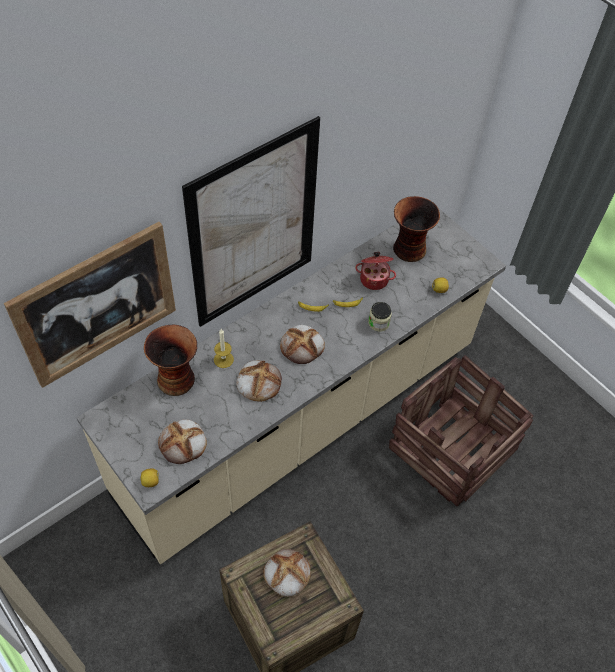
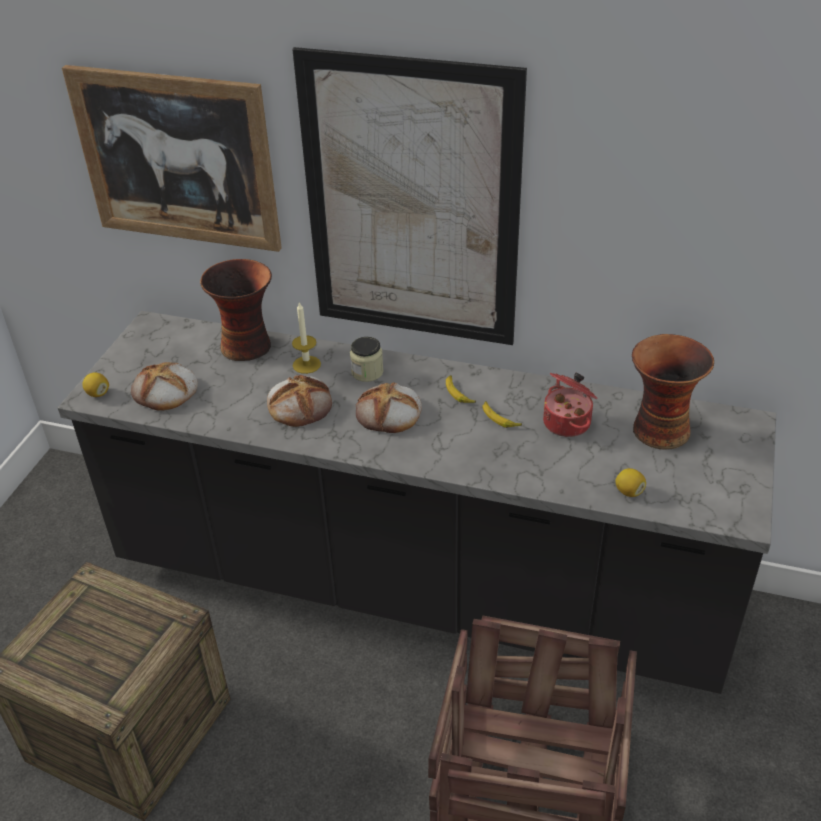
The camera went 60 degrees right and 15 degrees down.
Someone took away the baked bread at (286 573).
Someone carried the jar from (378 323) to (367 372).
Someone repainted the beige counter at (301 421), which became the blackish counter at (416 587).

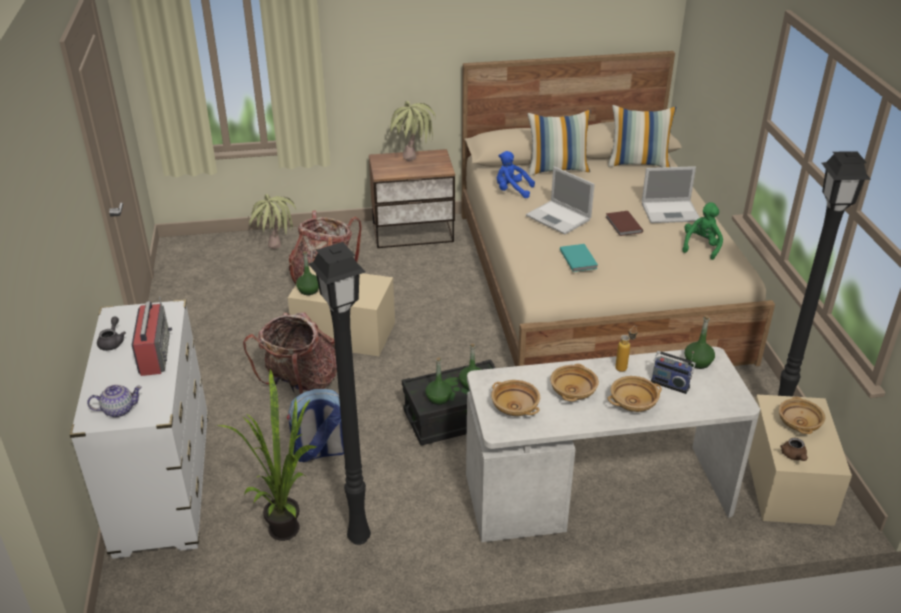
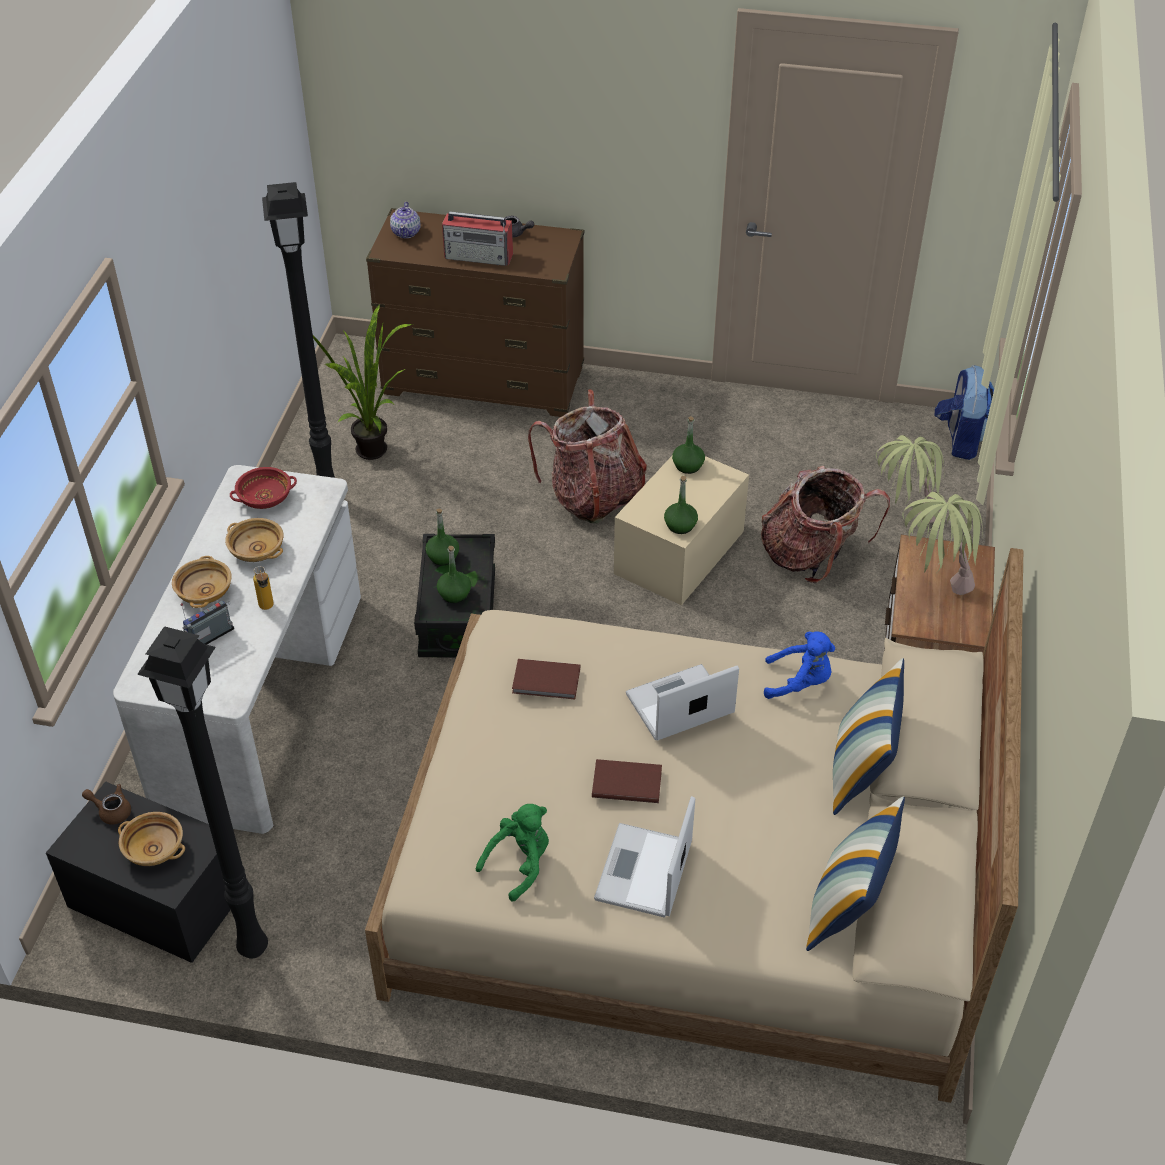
The camera went 110 degrees right and 10 degrees up.
Someone carried the backpack from (320 452) to (961 440).
Someone carried the green bottle from (698 362) to (680 525).
Someone repainted the white-coloured chest of drawers at (163 484), which became the brownish chest of drawers at (484 382).
Someone repainted the beige deep dish at (515 407), which became the red-coloured deep dish at (265 499).
Someone repainted the turquoise volume at (579 259), which became the brownish volume at (547 682).
Someone repainted the beige storage bin at (787 482), which became the blackish storage bin at (156 897).
Someone rotated the blue-coloured plush toy at (512 191) by 60 degrees clockwise.
Someone rotated the green plush toy at (701 246) by 90 degrees counterclockwise.

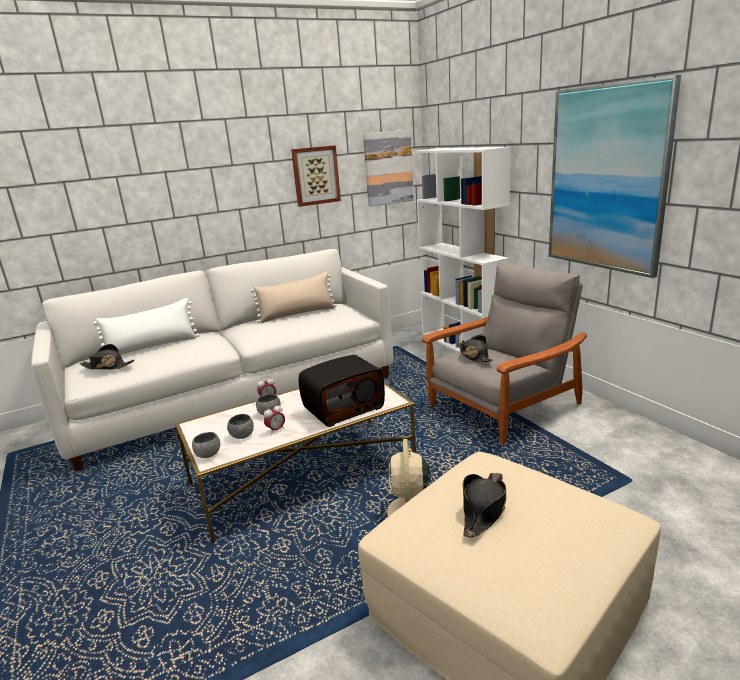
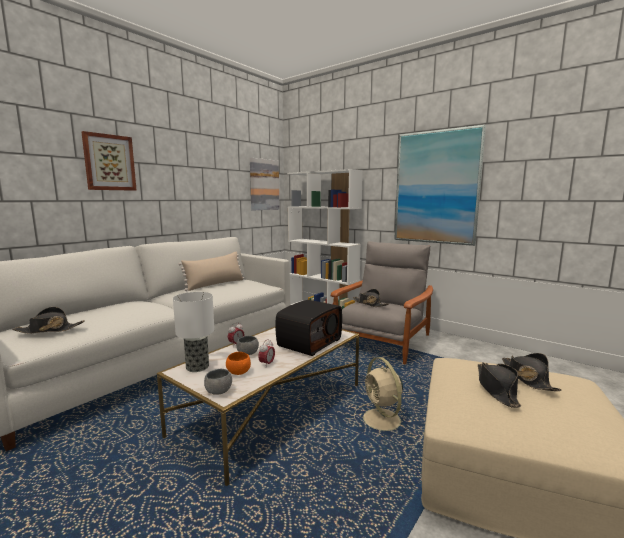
The camera went 25 degrees left and 10 degrees down.
Someone took away the white-coloured pillow at (153 347).
Someone put down the lamp for a table at (198 367).
Someone put down the blackish clothing hat at (527 378).
Someone carried the wall picture from (315 175) to (109 162).
Someone repainted the gray deep dish at (242 435), which became the orange-coloured deep dish at (238 372).

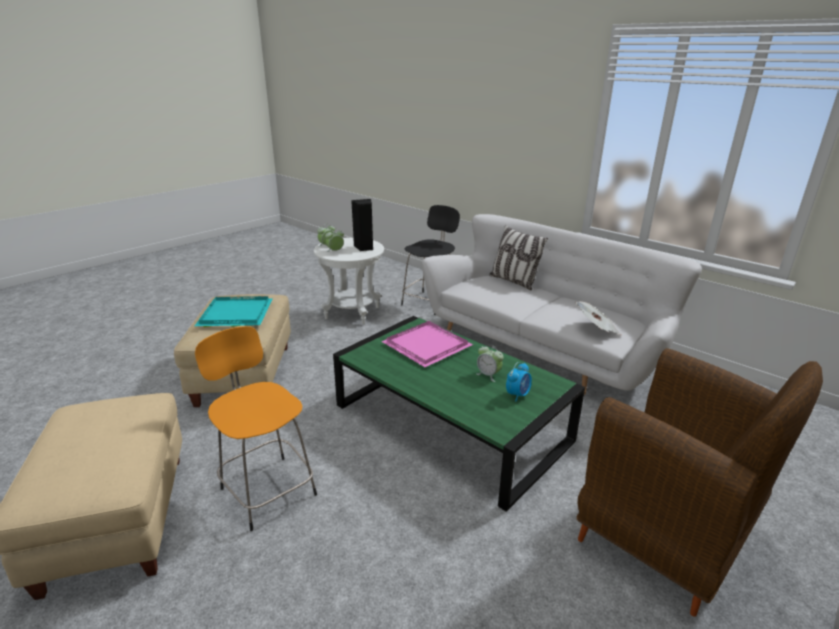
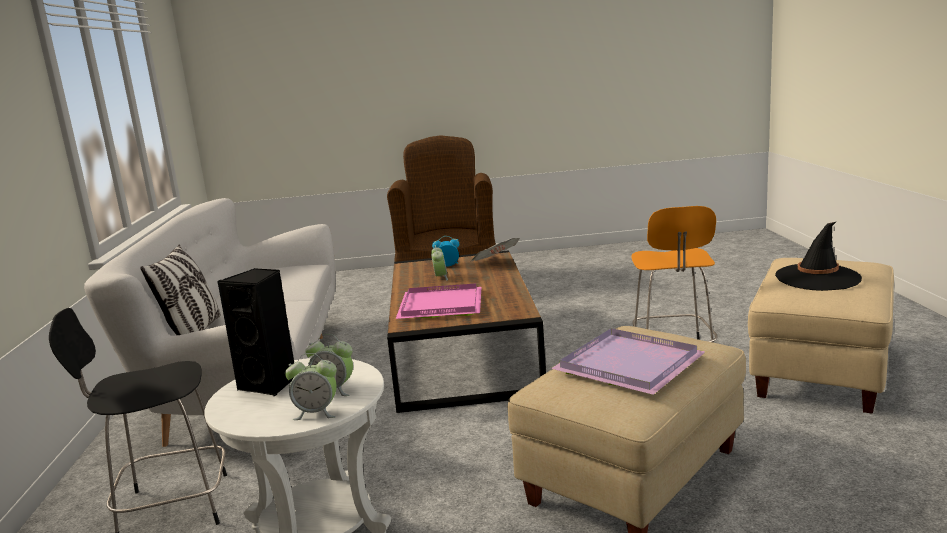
The camera went 135 degrees left and 10 degrees down.
Someone put down the blackish clothing hat at (817 278).
Someone carried the printed paper from (596 329) to (495 263).
Someone repainted the turquoise tray at (234 314), which became the purple tray at (632 364).
Someone repainted the green low table at (451 422), which became the brownish low table at (462 351).

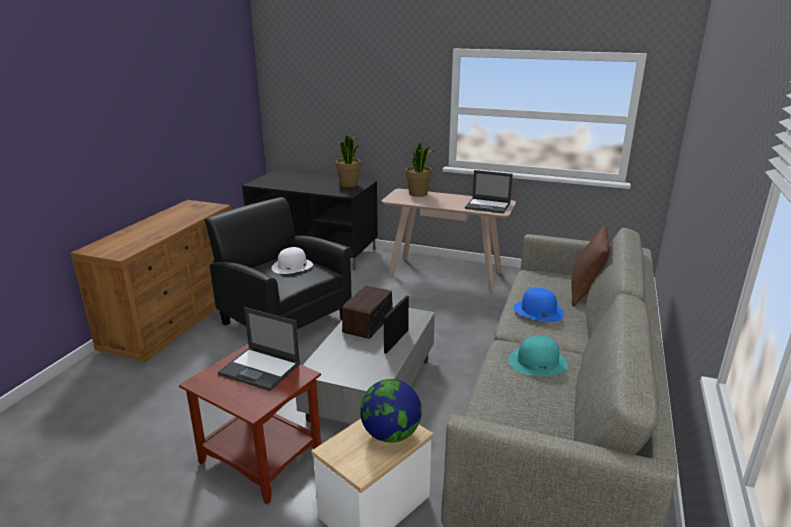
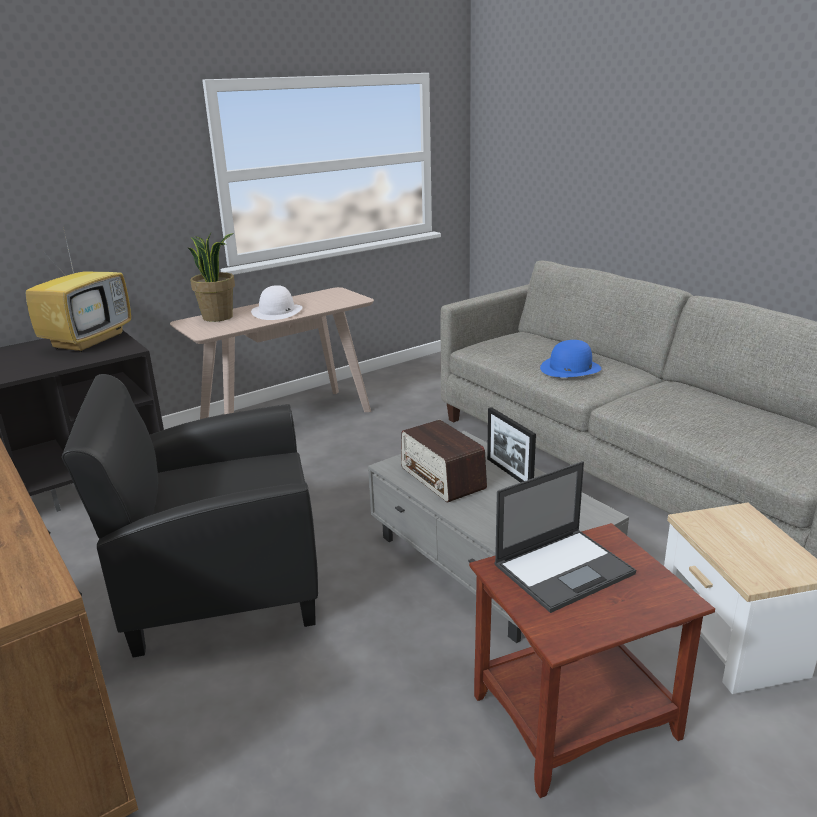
The camera went 55 degrees left and 0 degrees up.
Someone took away the desk globe at (391 434).
Someone took away the laptop at (488 206).
Someone took away the turquoise clothing hat at (537 362).
Someone took away the brownish pillow at (585 293).
Someone carried the white-coloured clothing hat from (292 266) to (277 311).
Someone swapped the houseplant at (349 184) for the TV at (89 341).

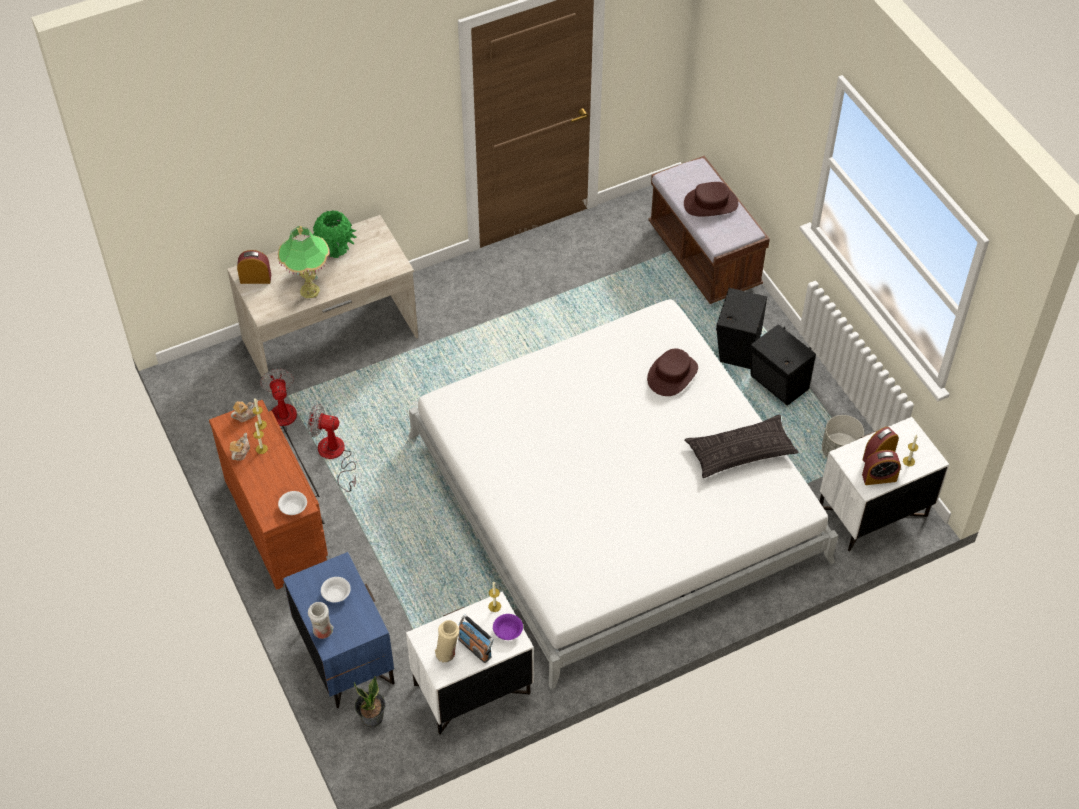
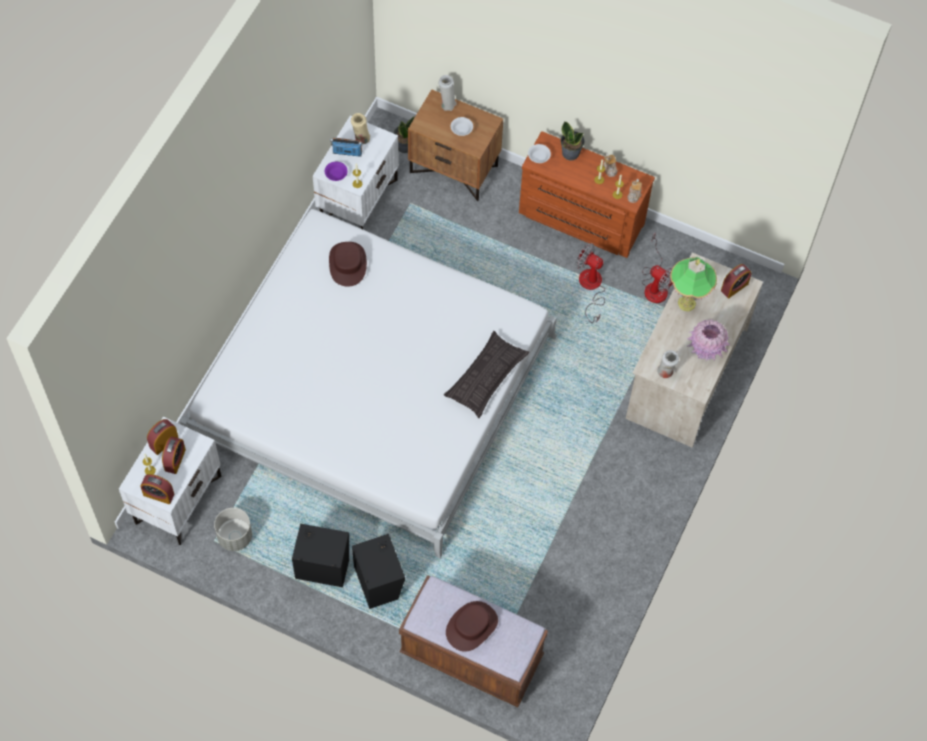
The camera went 140 degrees right and 10 degrees up.
Someone put down the alarm clock at (158 494).
Someone put down the houseplant at (570 153).
Someone put down the white-coloured vase at (665 373).
Someone carried the brownish clothing hat from (672 374) to (348 264).
Someone carried the pillow from (740 451) to (486 377).
Someone repainted the blue-coloured bedside table at (345 656), which became the brownish bedside table at (454 168).
Someone repainted the green vase at (335 249), which became the pink-coloured vase at (705 349).
Someone rotated the electric fan at (335 456) by 120 degrees counterclockwise.

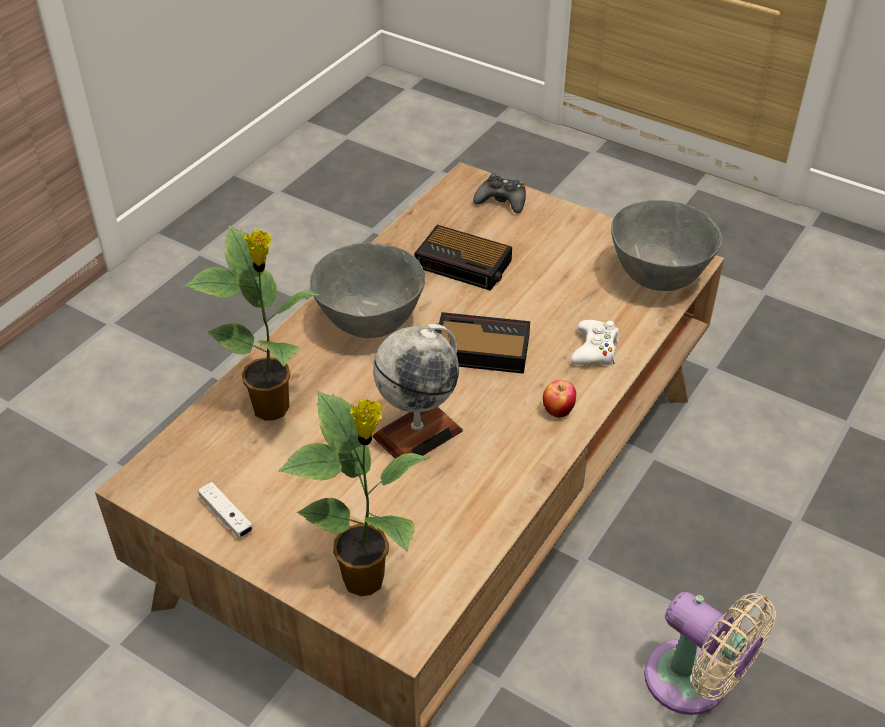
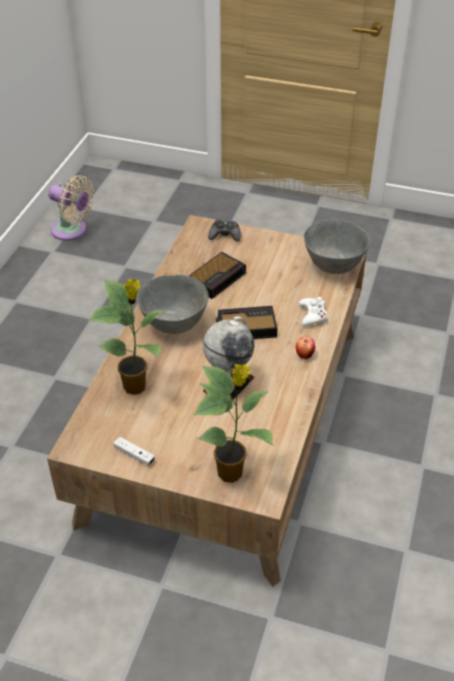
The camera went 15 degrees left and 0 degrees up.
Someone carried the beige electric fan from (694 684) to (72 231).
Someone rotated the alarm clock at (465 264) by 60 degrees counterclockwise.

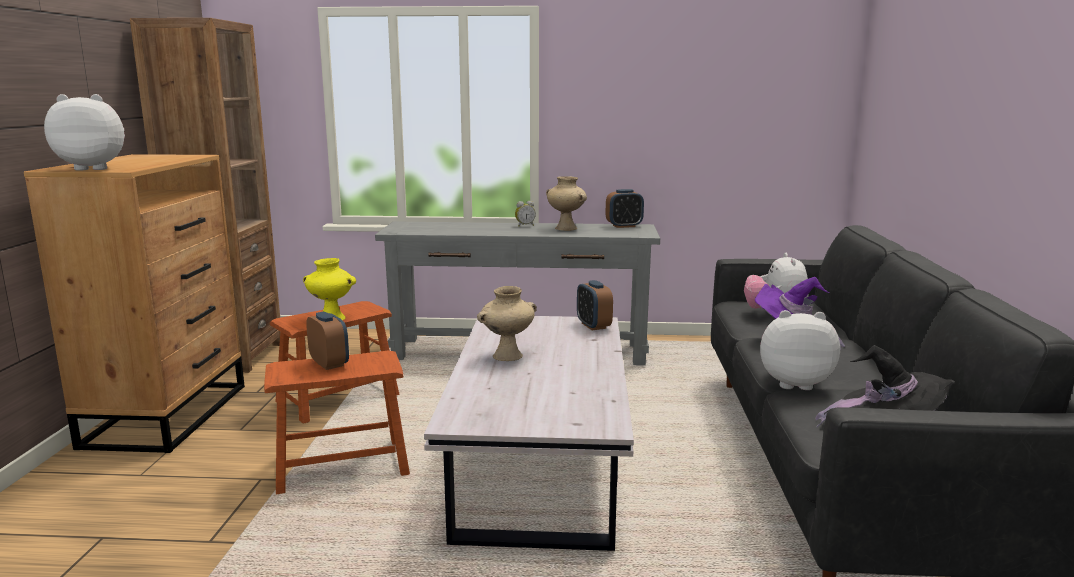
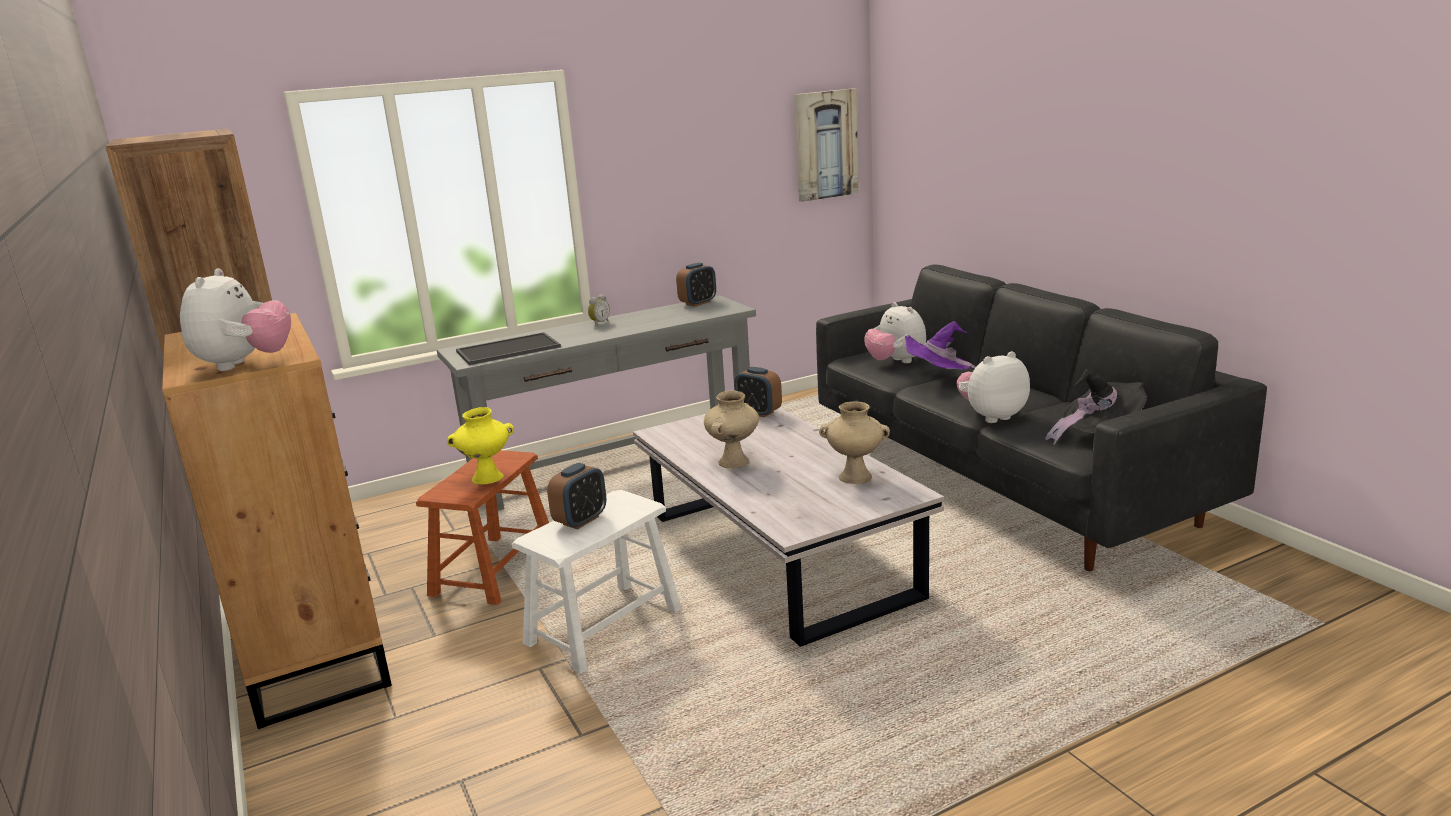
The camera went 30 degrees left and 5 degrees up.
Someone put down the tray at (507 350).
Someone put up the wall picture at (825 145).
Someone carried the beige vase from (566 228) to (856 476).
Someone repainted the brownish stool seat at (341 466), which became the white-coloured stool seat at (603 626).
Someone rotated the plush toy at (94 168) by 135 degrees clockwise.
Someone rotated the alarm clock at (329 364) by 105 degrees clockwise.

